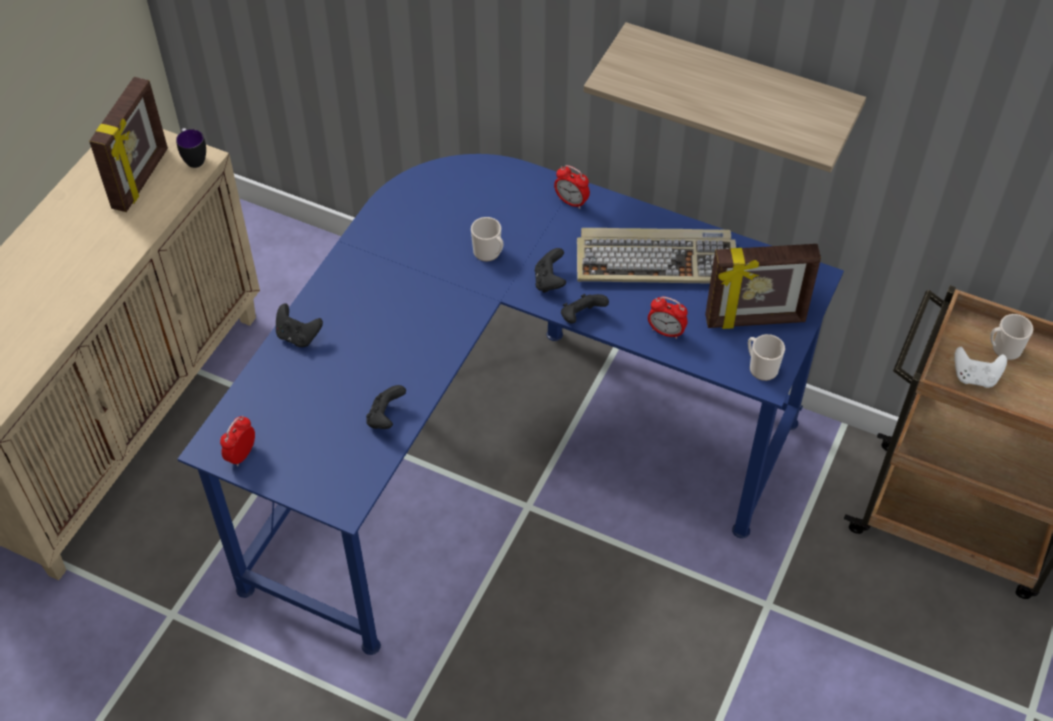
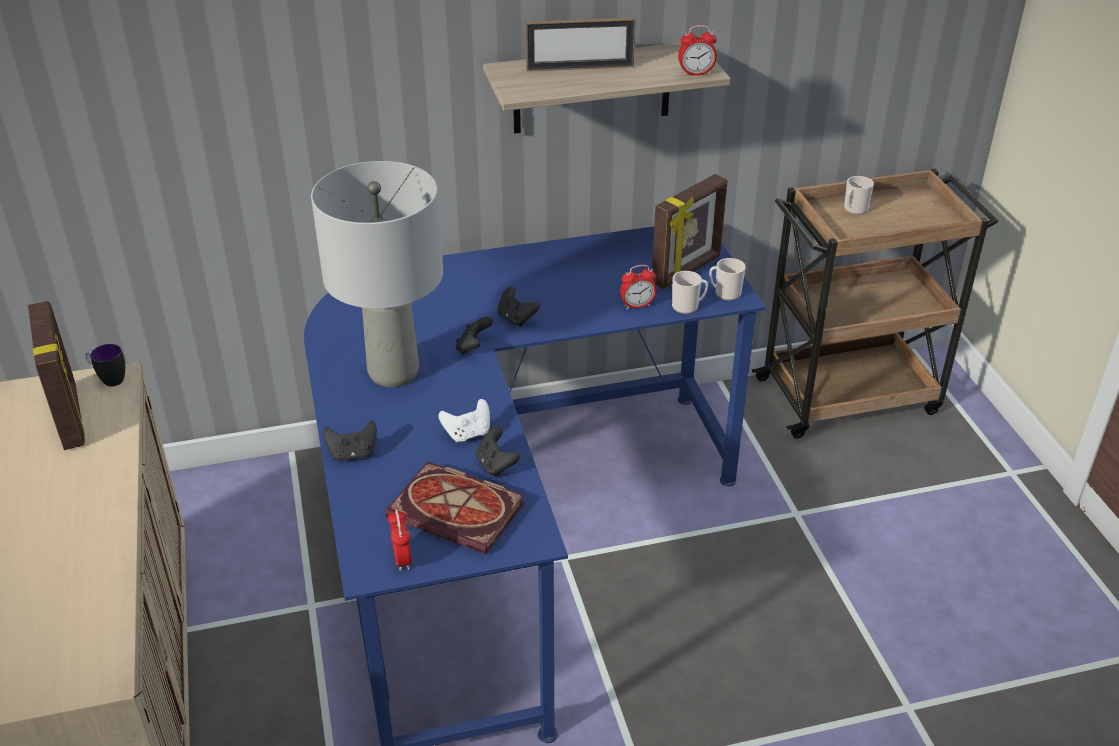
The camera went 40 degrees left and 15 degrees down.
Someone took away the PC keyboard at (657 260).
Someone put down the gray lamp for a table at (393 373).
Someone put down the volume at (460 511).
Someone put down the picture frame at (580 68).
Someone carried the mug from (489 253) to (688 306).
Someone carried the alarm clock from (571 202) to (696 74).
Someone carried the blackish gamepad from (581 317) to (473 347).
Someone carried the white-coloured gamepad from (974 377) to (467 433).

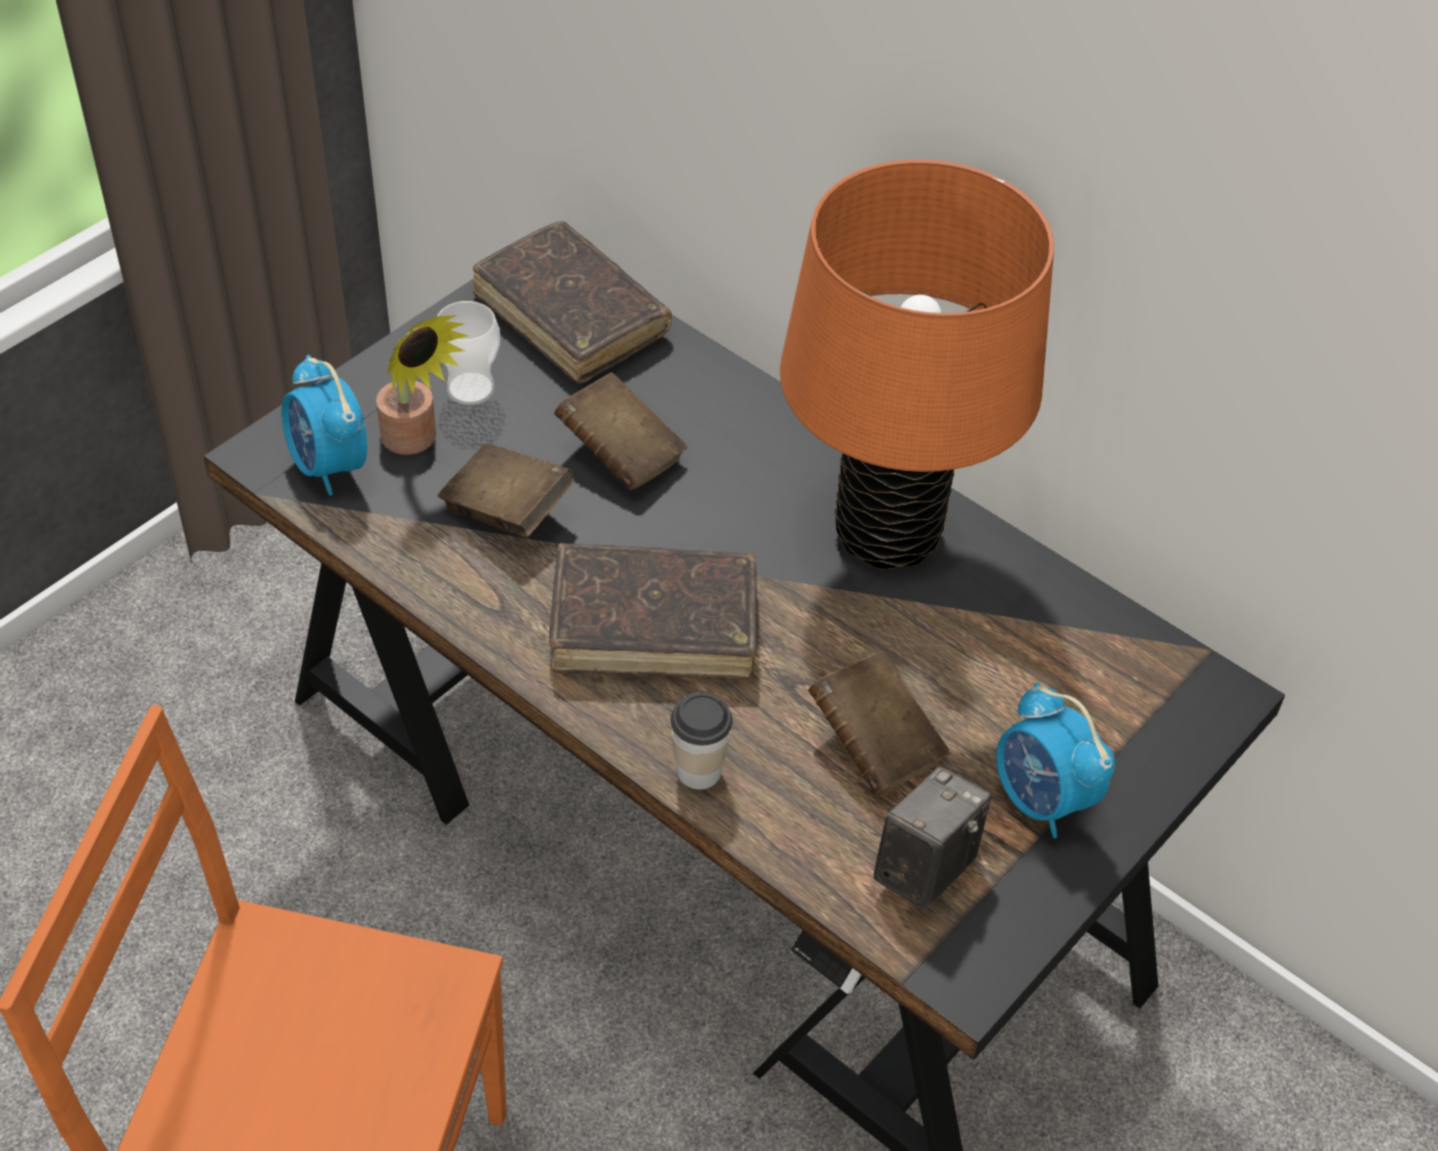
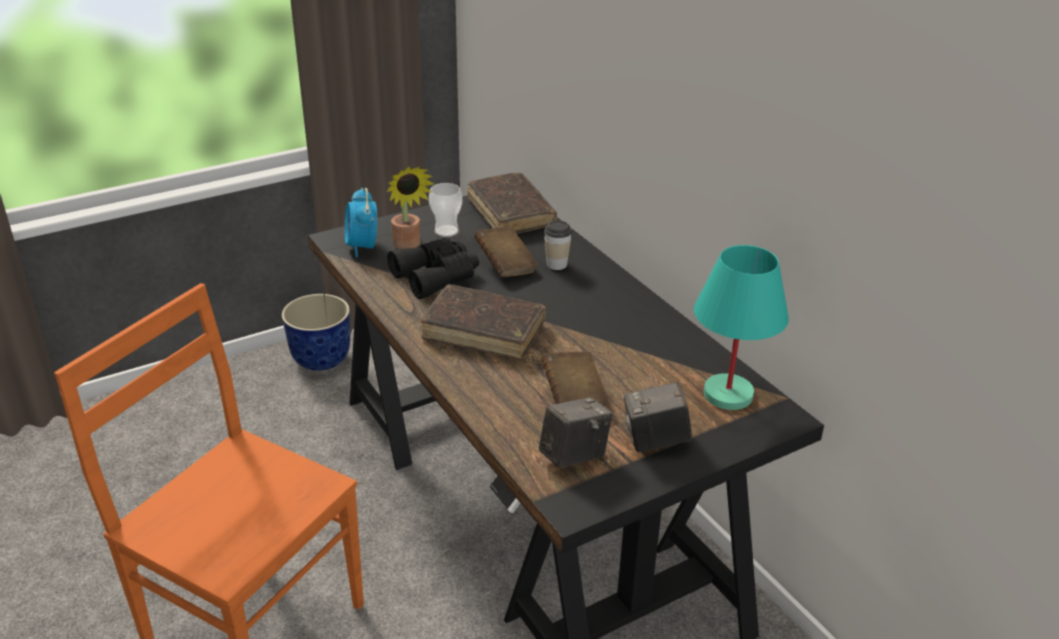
The camera went 20 degrees right and 15 degrees down.
Someone took away the orange-coloured lamp for a table at (887 534).
Someone put down the plant pot at (322 359).
Someone put down the turquoise lamp for a table at (729 394).
Someone carried the drinking cup from (698 770) to (556 264).
Someone swapped the brownish volume at (507 511) for the blackish binoculars at (437 277).
Someone swapped the alarm clock at (1041 800) for the still camera at (655 441).

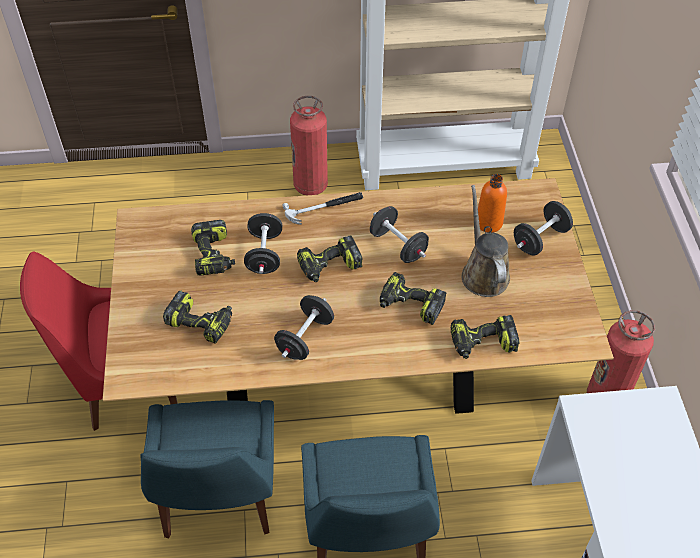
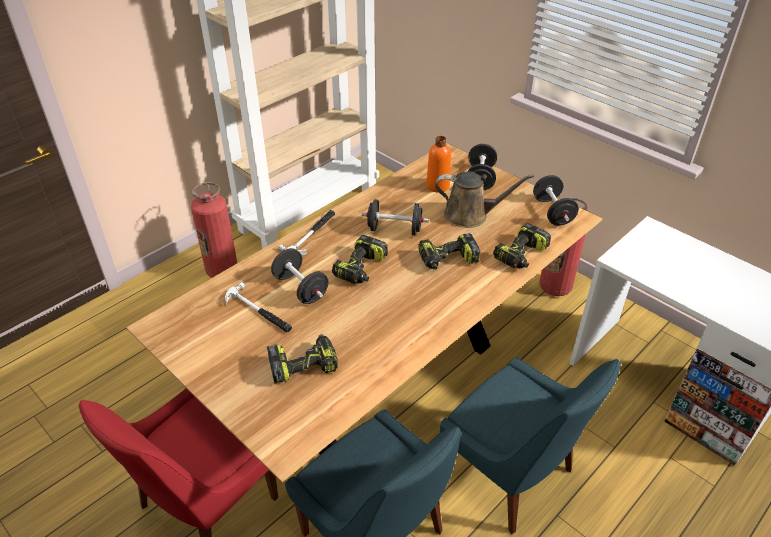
The camera went 40 degrees left and 10 degrees down.
Someone carried the blackish free weight from (305 338) to (552 212).
Someone swapped the power drill at (214 255) for the hammer at (258 312).
Someone rotated the brownish watering can at (483 273) by 150 degrees clockwise.

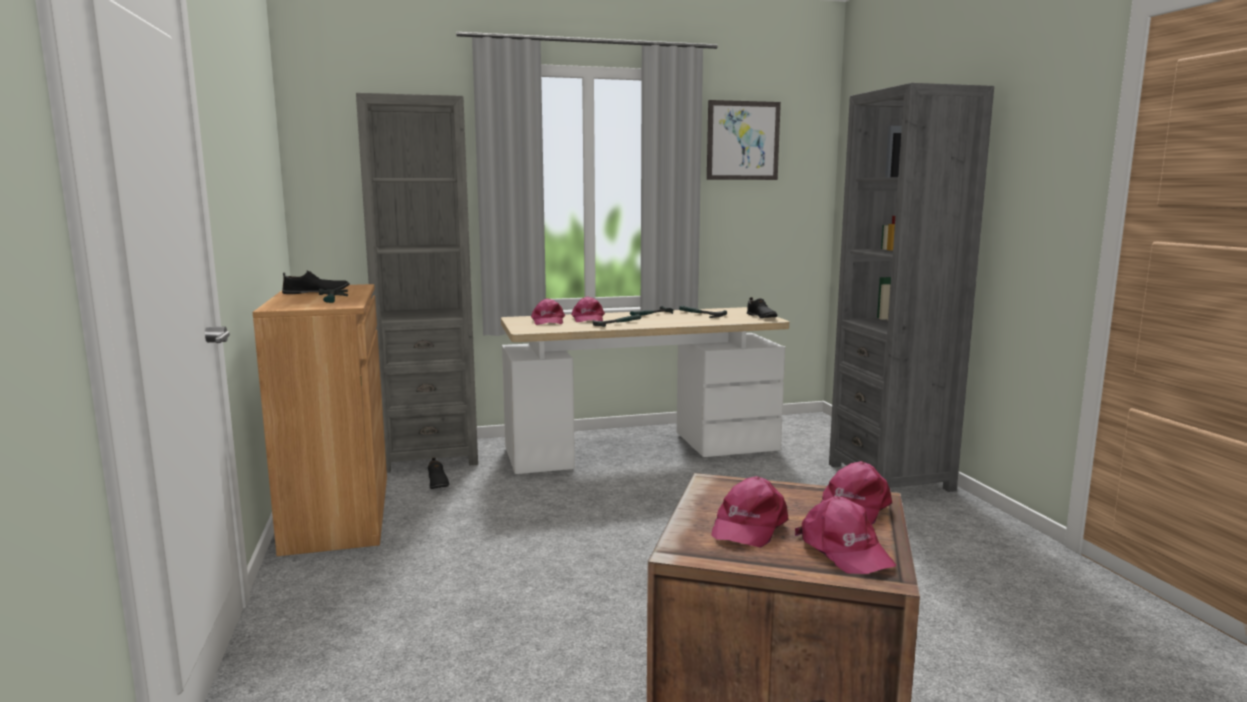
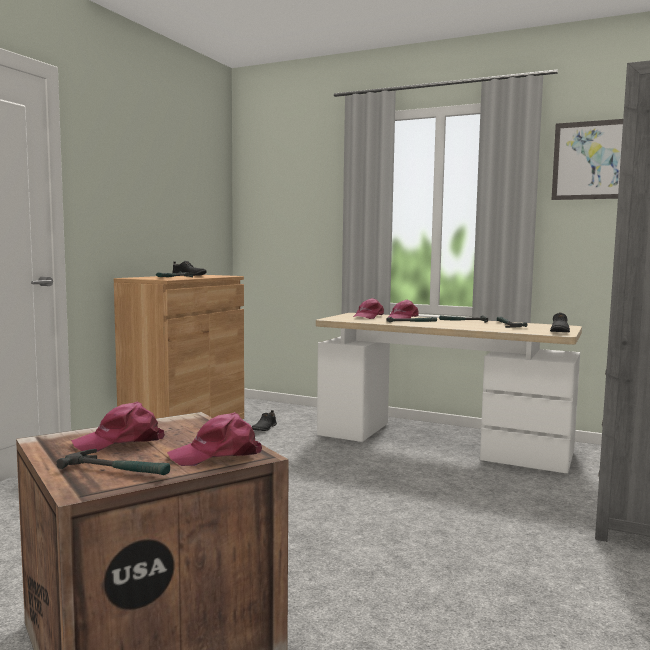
The camera went 40 degrees right and 5 degrees down.
Someone took away the gray bookshelf at (429 455).
Someone swapped the pink-coloured peaked cap at (844 550) for the hammer at (118 470).

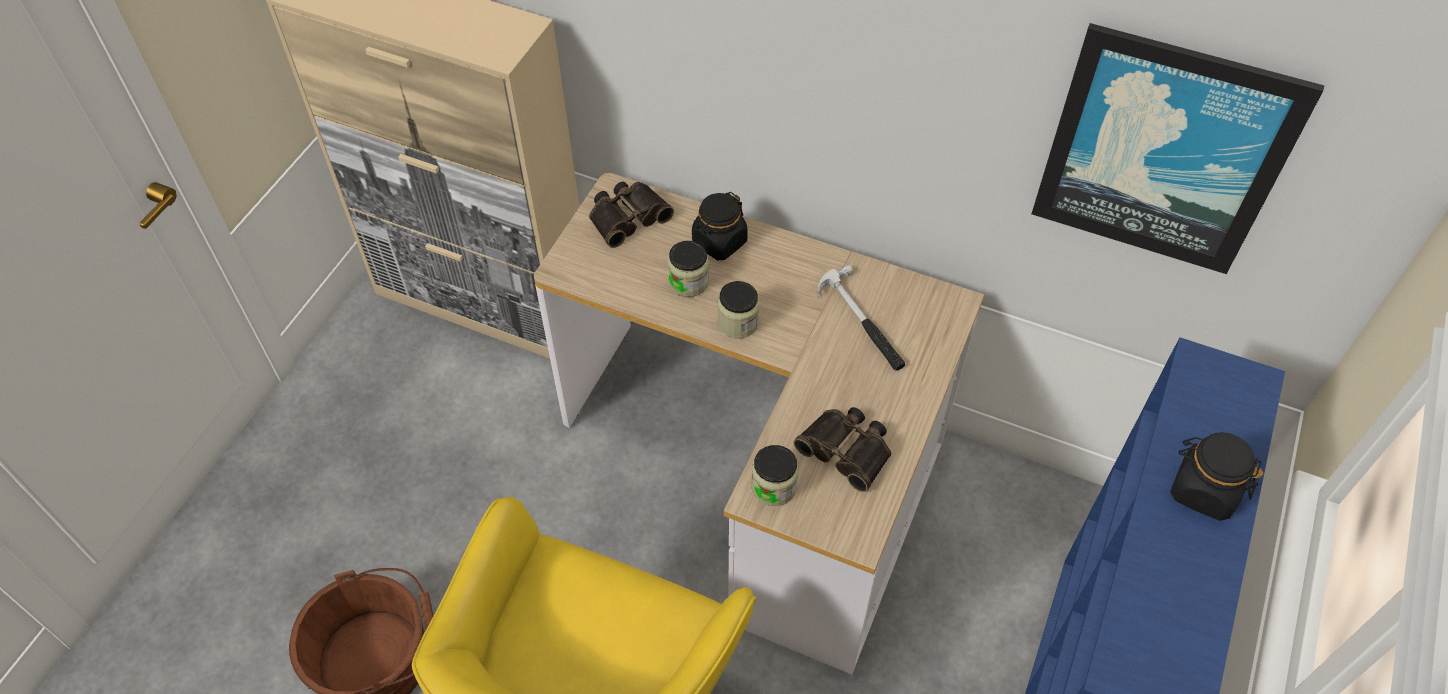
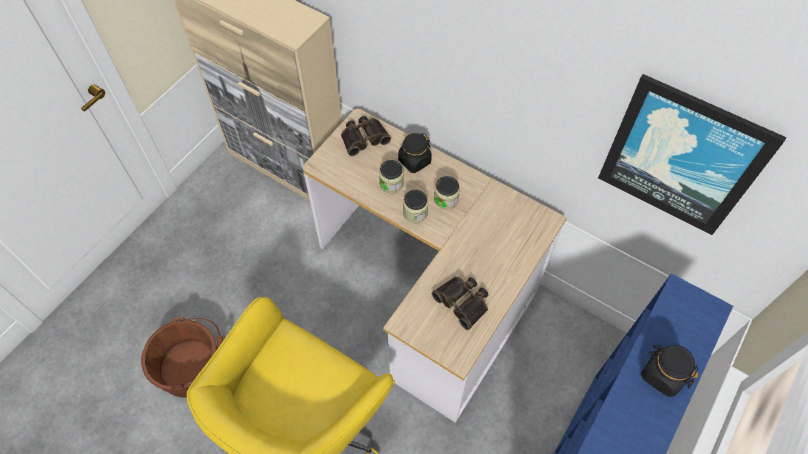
The camera went 10 degrees right and 5 degrees up.
Someone took away the hammer at (862 322).
Someone carried the jar from (774 487) to (446 199).

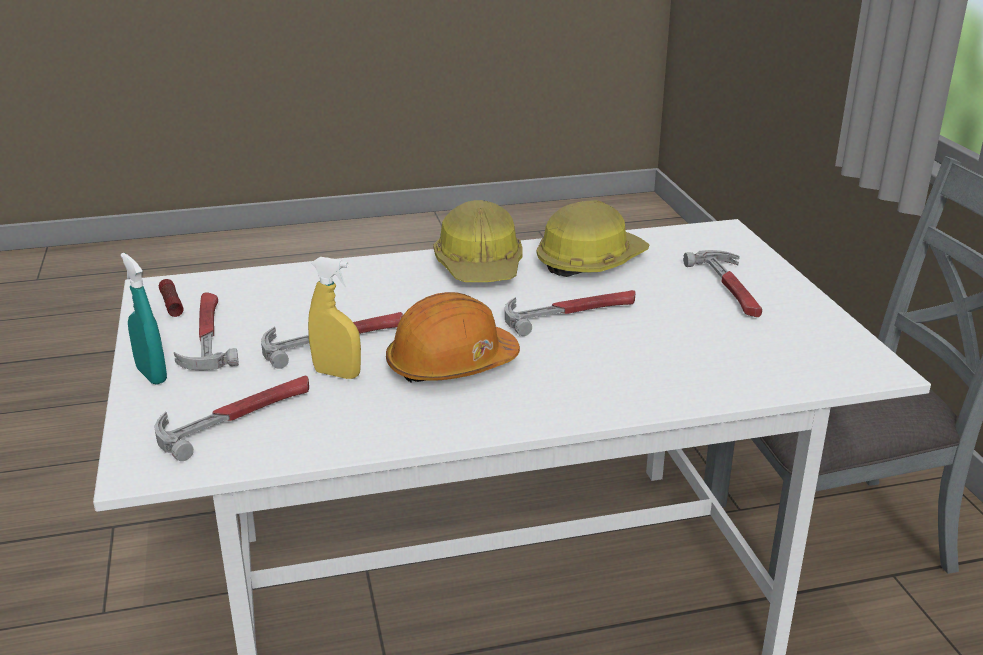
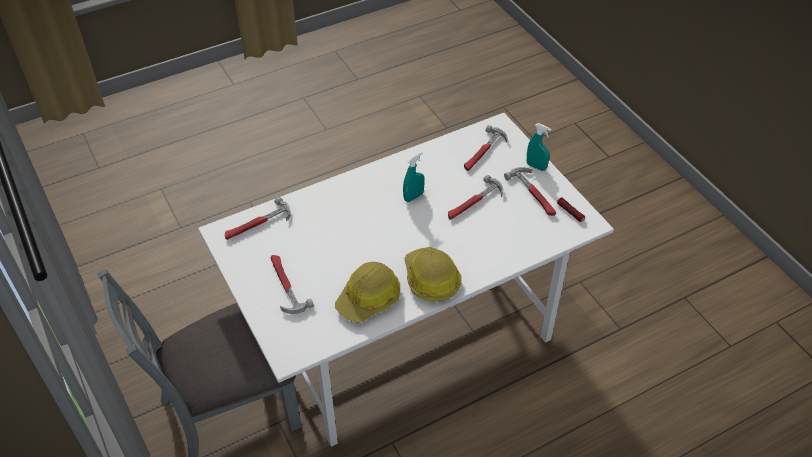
The camera went 165 degrees right and 20 degrees up.
Someone took away the yellow hand sprayer at (337 374).
Someone carried the hammer from (571 313) to (258 224).
Someone swapped the orange-coloured hard hat at (451 365) for the turquoise hand sprayer at (413 197).

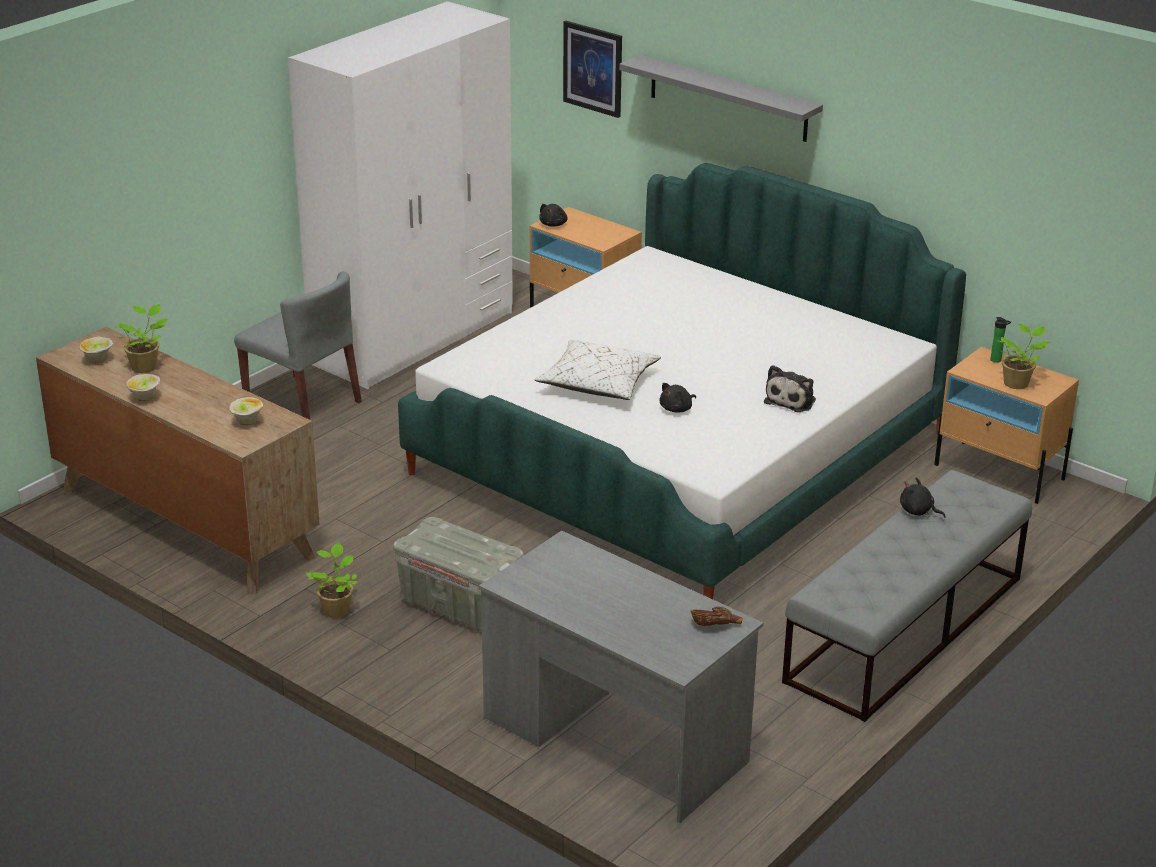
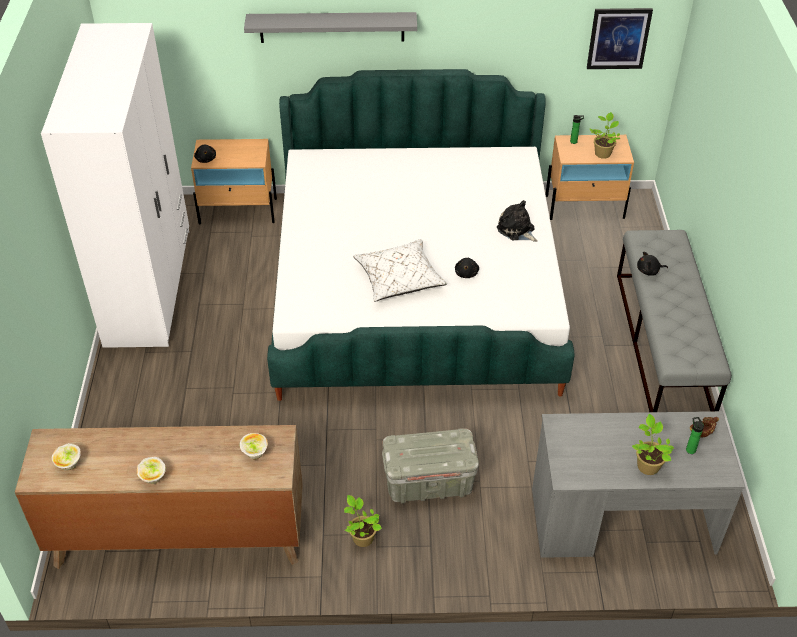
The camera went 40 degrees left and 15 degrees up.
Someone took away the gray chair at (303 403).
Someone put down the bottle at (690 449).
Someone carried the houseplant from (145 366) to (647 465).
Someone carried the wall picture from (593 68) to (618 38).
Someone rotated the plush toy at (792 400) by 150 degrees clockwise.

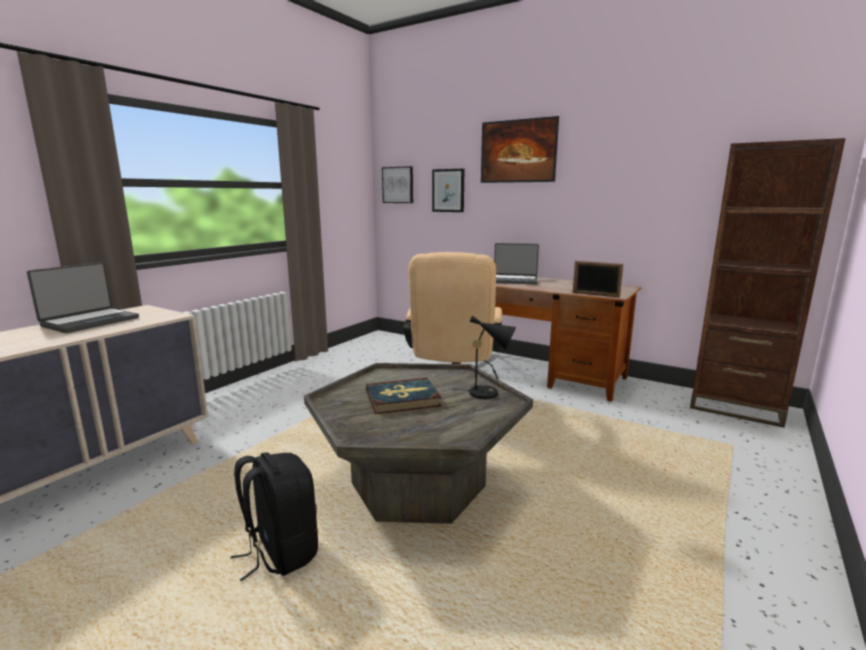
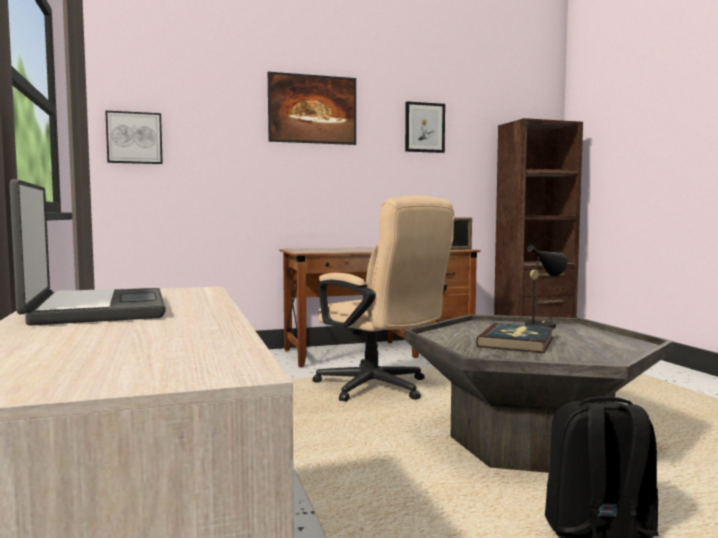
The camera went 50 degrees left and 10 degrees down.
Someone took away the laptop at (514 280).
Someone carried the wall picture from (448 190) to (424 127).

